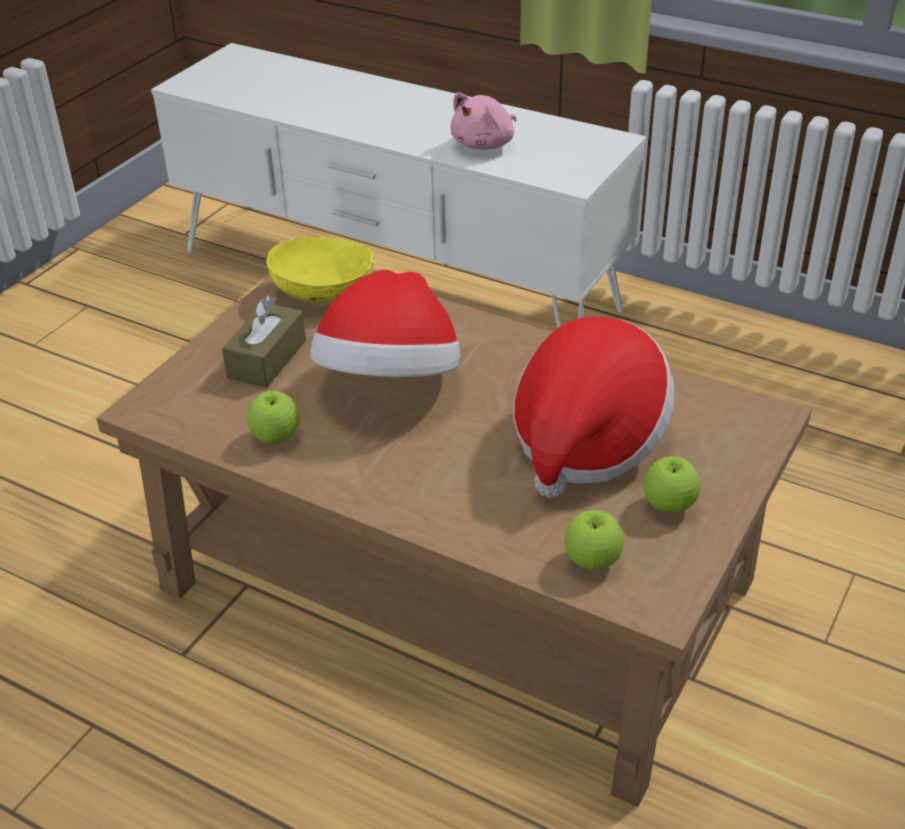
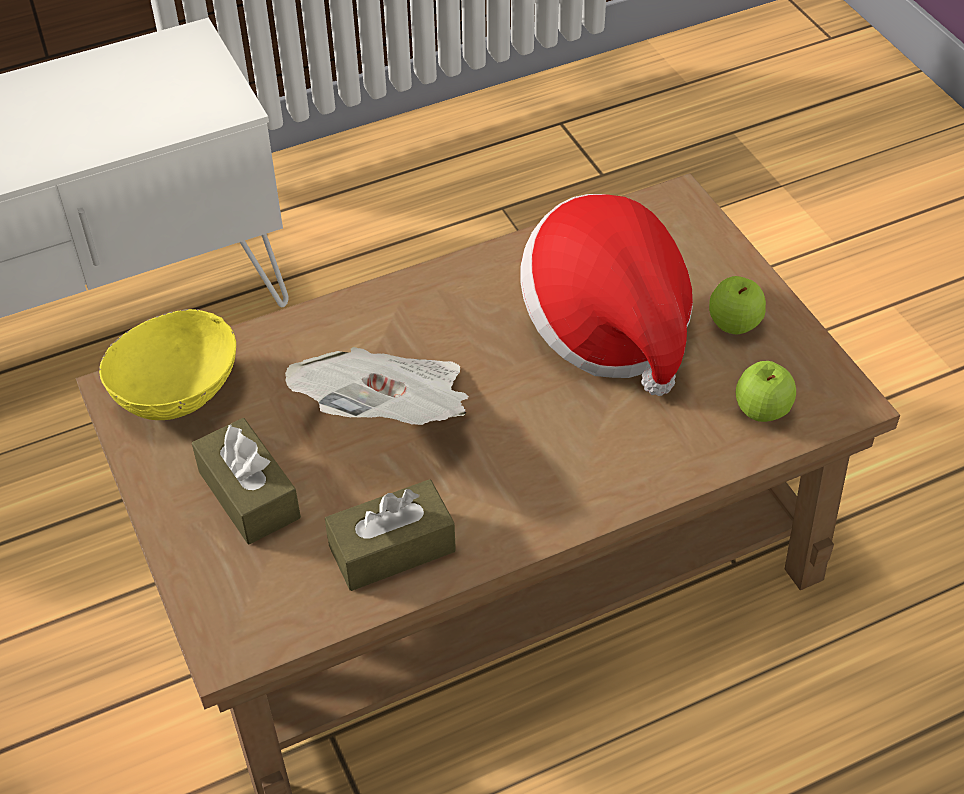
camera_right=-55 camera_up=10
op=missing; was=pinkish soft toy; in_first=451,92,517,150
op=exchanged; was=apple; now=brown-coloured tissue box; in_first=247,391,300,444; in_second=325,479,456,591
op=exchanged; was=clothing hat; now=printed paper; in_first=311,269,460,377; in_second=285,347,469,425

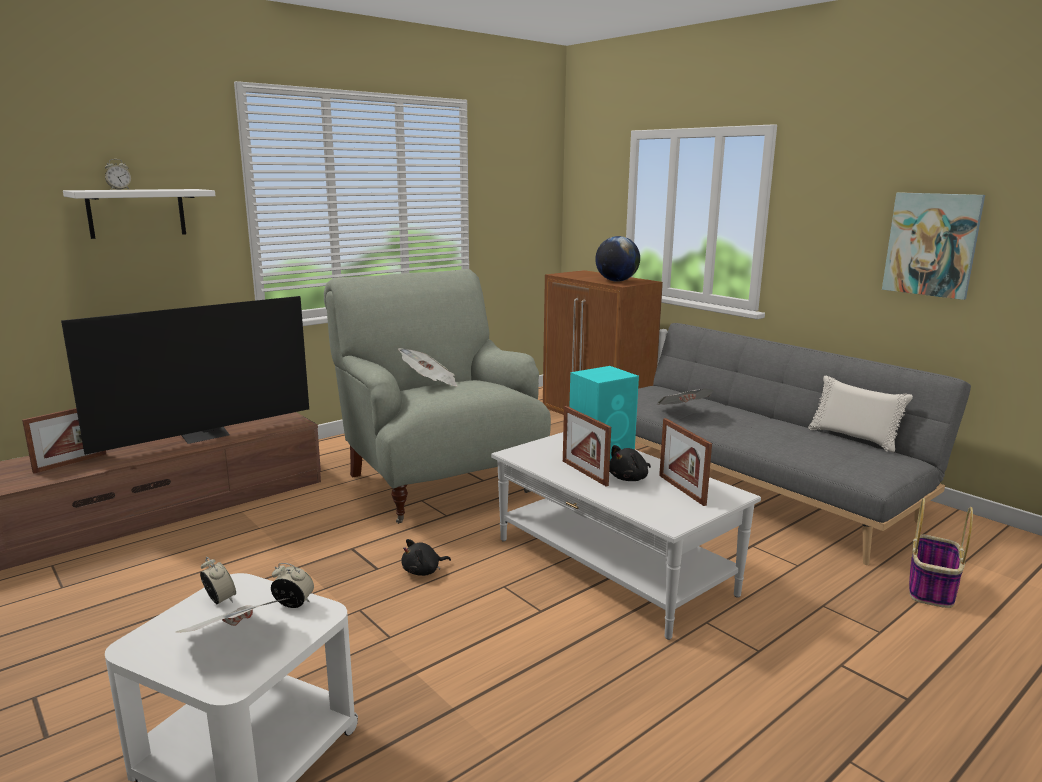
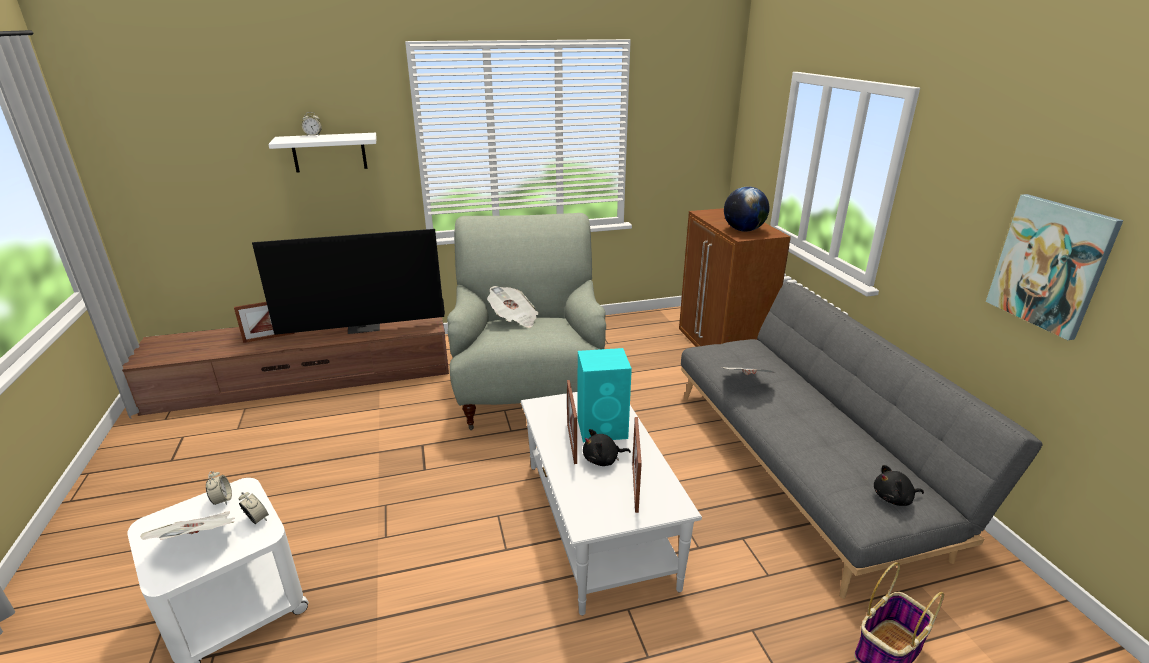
camera_right=25 camera_up=10
op=missing; was=white-coloured pillow; in_first=808,376,913,452
op=relocated; was=black-coloured soft toy; in_first=402,539,451,576; in_second=874,465,924,506

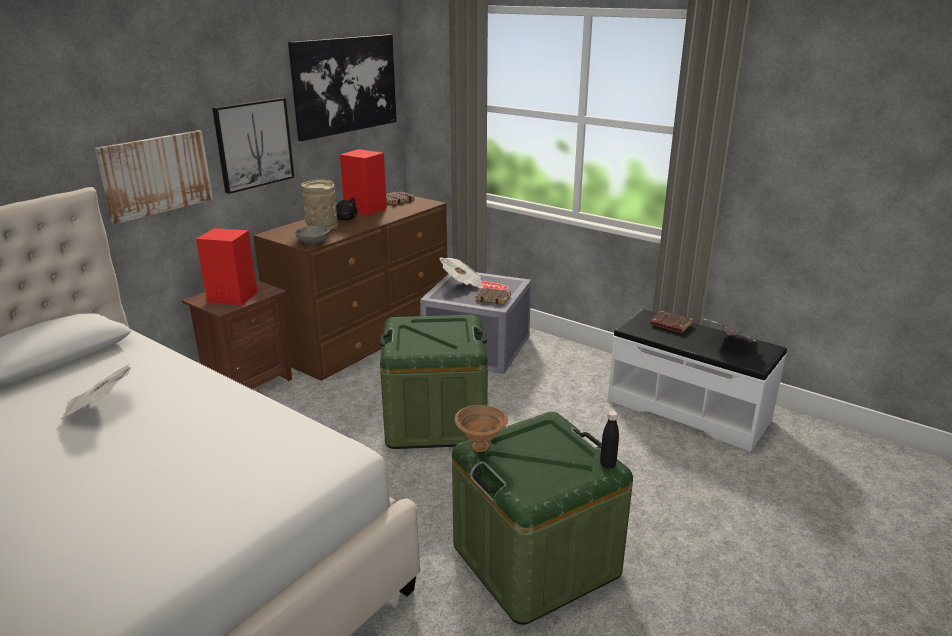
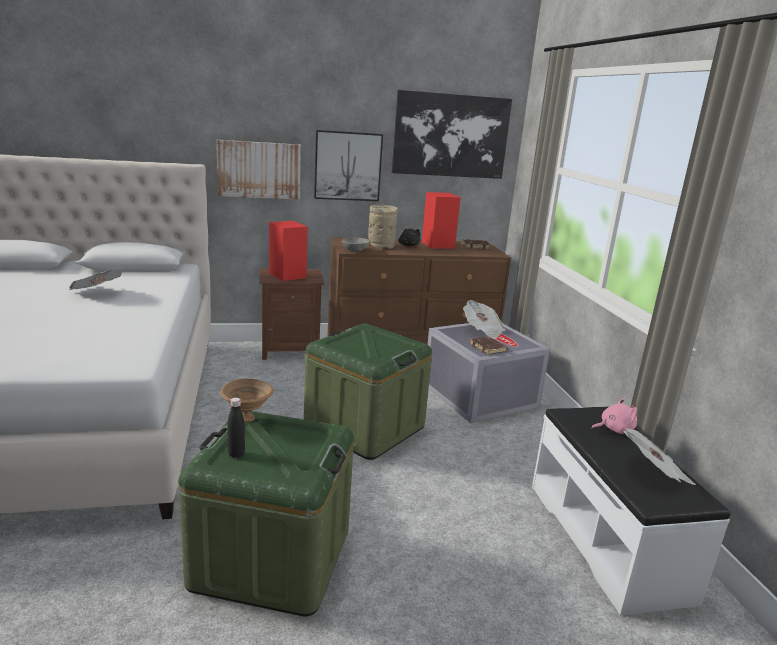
camera_right=40 camera_up=-5
op=relocated; was=black-coloured drink bottle; in_first=600,411,619,469; in_second=227,398,245,458
op=exchanged; was=brown-coloured bound book; now=pinkish soft toy; in_first=650,311,693,333; in_second=591,398,637,434

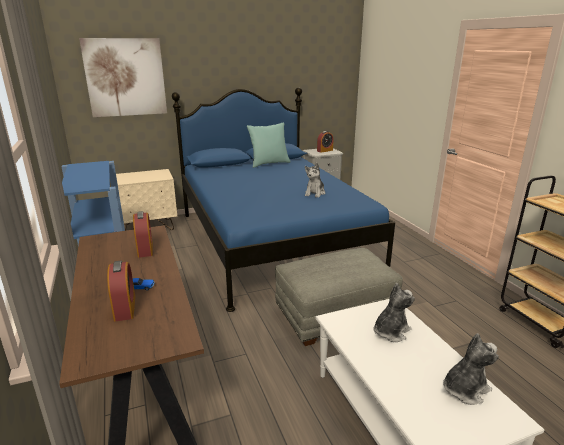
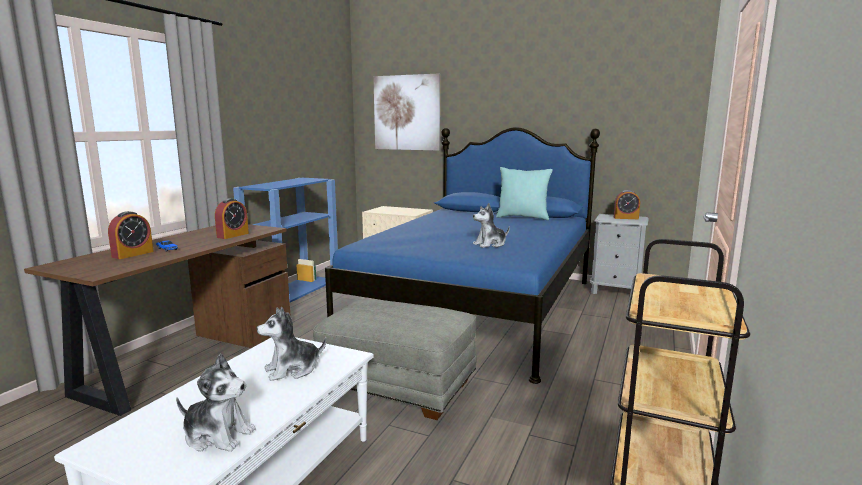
camera_right=45 camera_up=-10
op=spun; was=soft toy; in_first=374,283,415,342; in_second=256,307,327,381; clockwise=150

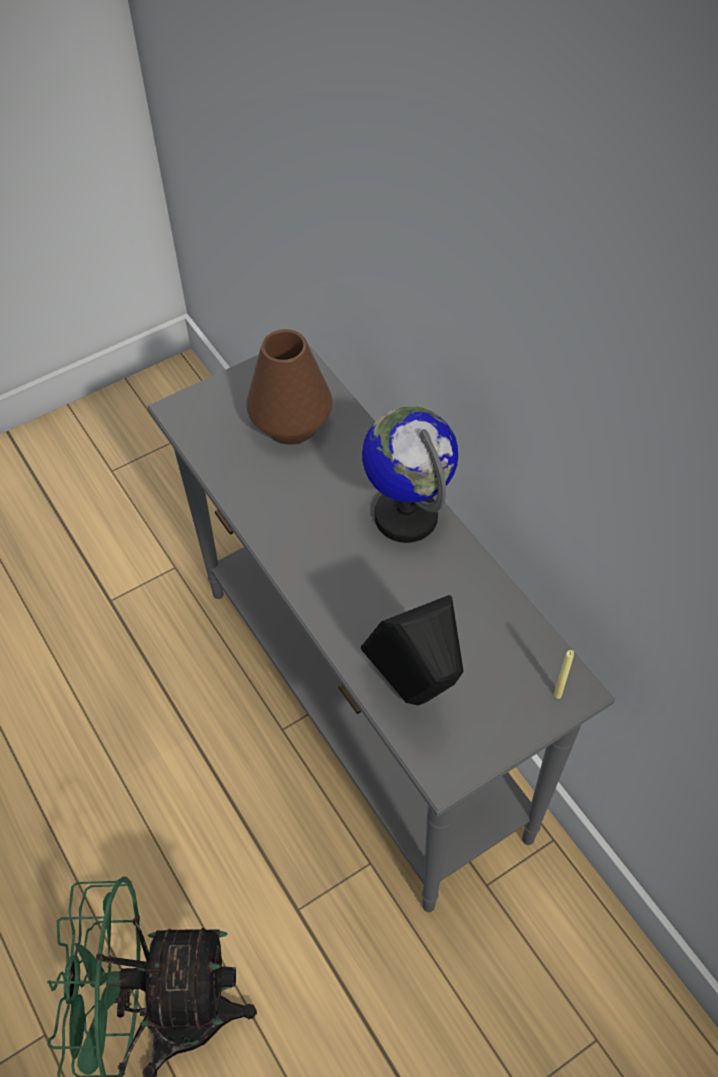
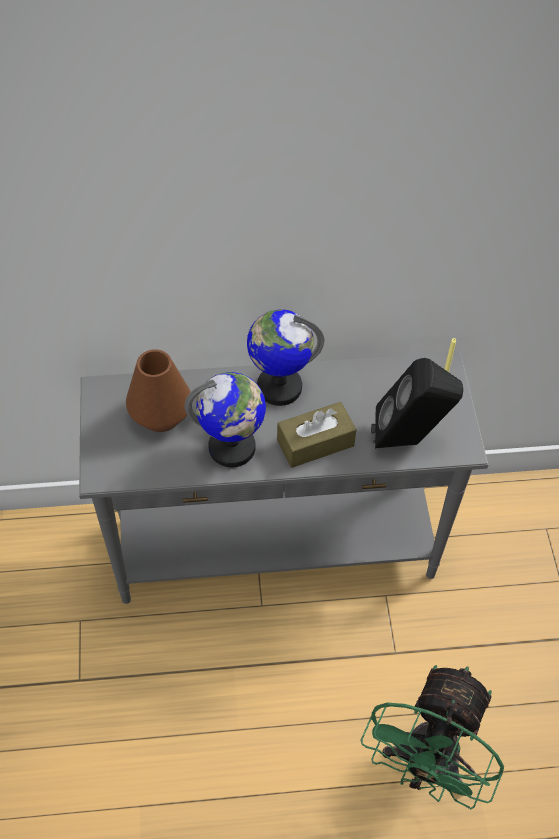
camera_right=-65 camera_up=0
op=appeared; now=desk globe; in_second=185,372,266,467
op=appeared; now=brown-coloured tissue box; in_second=277,402,357,468

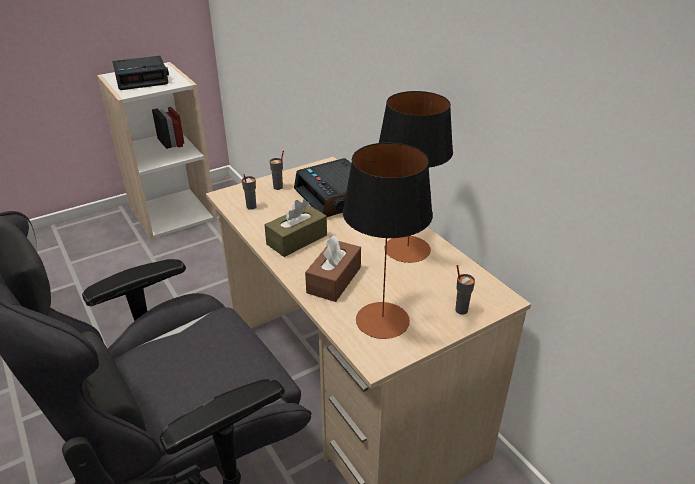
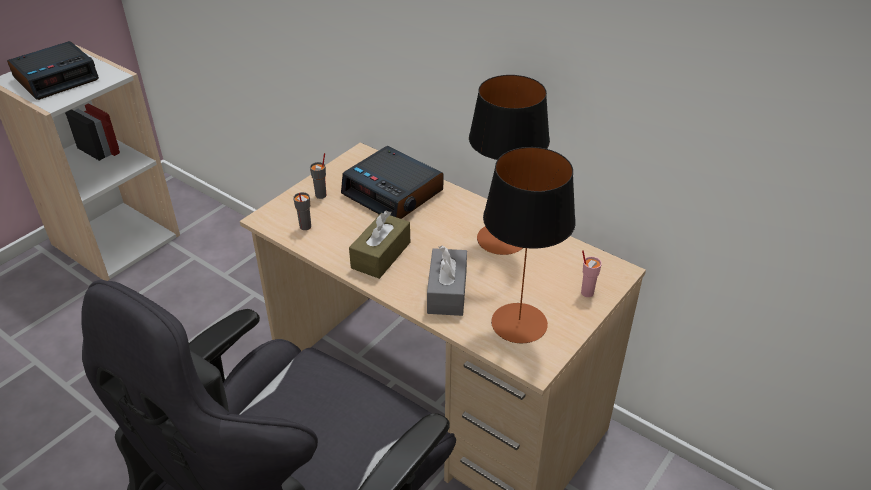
camera_right=-20 camera_up=5
op=colour; was=brown-coloured tissue box; now=grey tissue box; in_first=305,235,361,302; in_second=427,246,467,316
op=colour; was=grey cup; now=pinkish cup; in_first=455,265,475,315; in_second=581,250,602,297

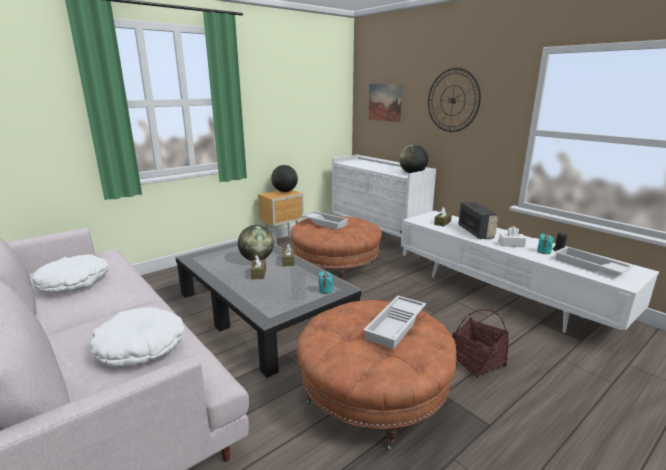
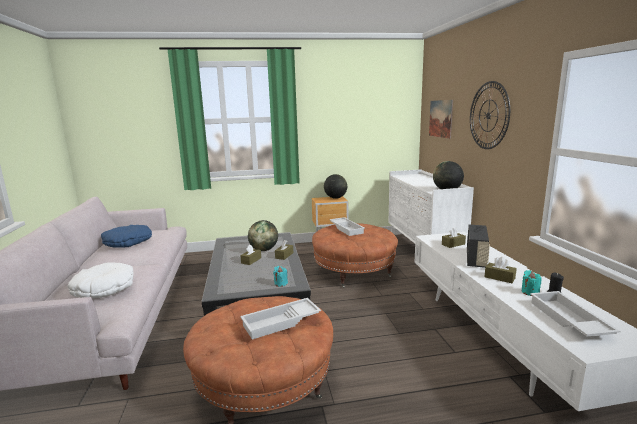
camera_right=30 camera_up=-5
op=missing; was=household basket; in_first=452,309,509,378
op=colour; was=white-coloured pillow; now=bluish pillow; in_first=32,254,109,293; in_second=101,225,152,248
op=colour; was=white-coloured tissue box; now=brown-coloured tissue box; in_first=499,226,526,247; in_second=485,257,517,283

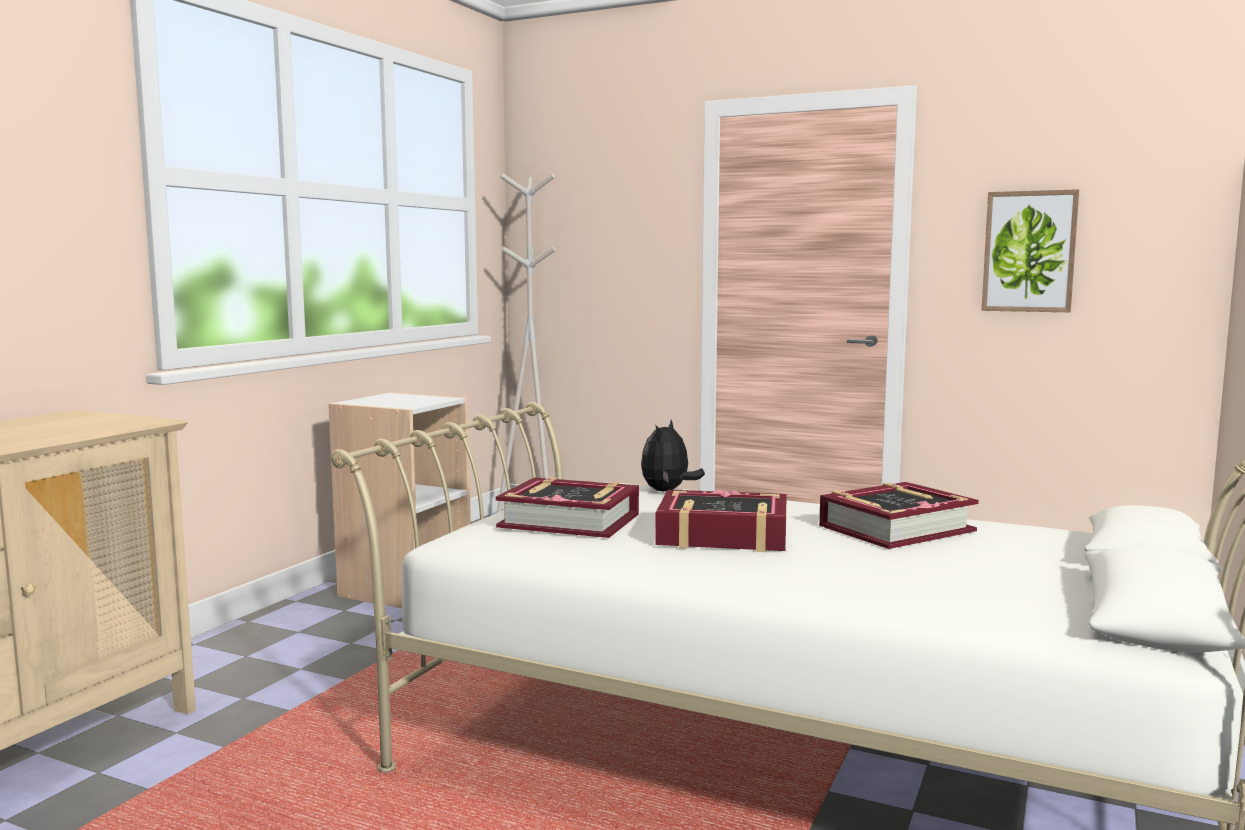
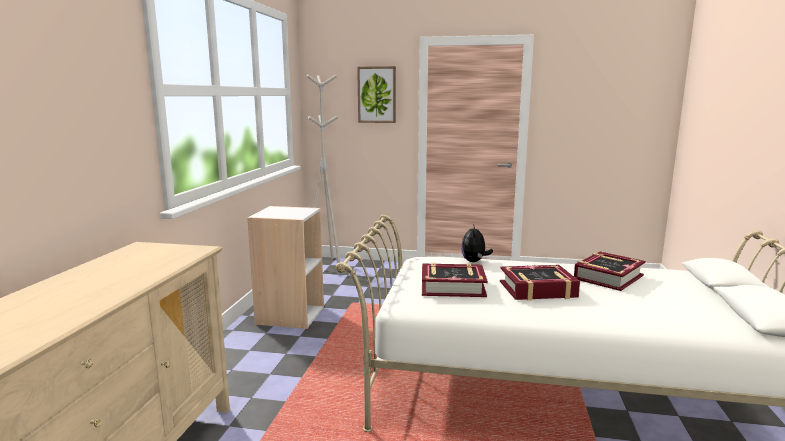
camera_right=-15 camera_up=5
op=relocated; was=picture; in_first=982,189,1079,312; in_second=357,66,396,123

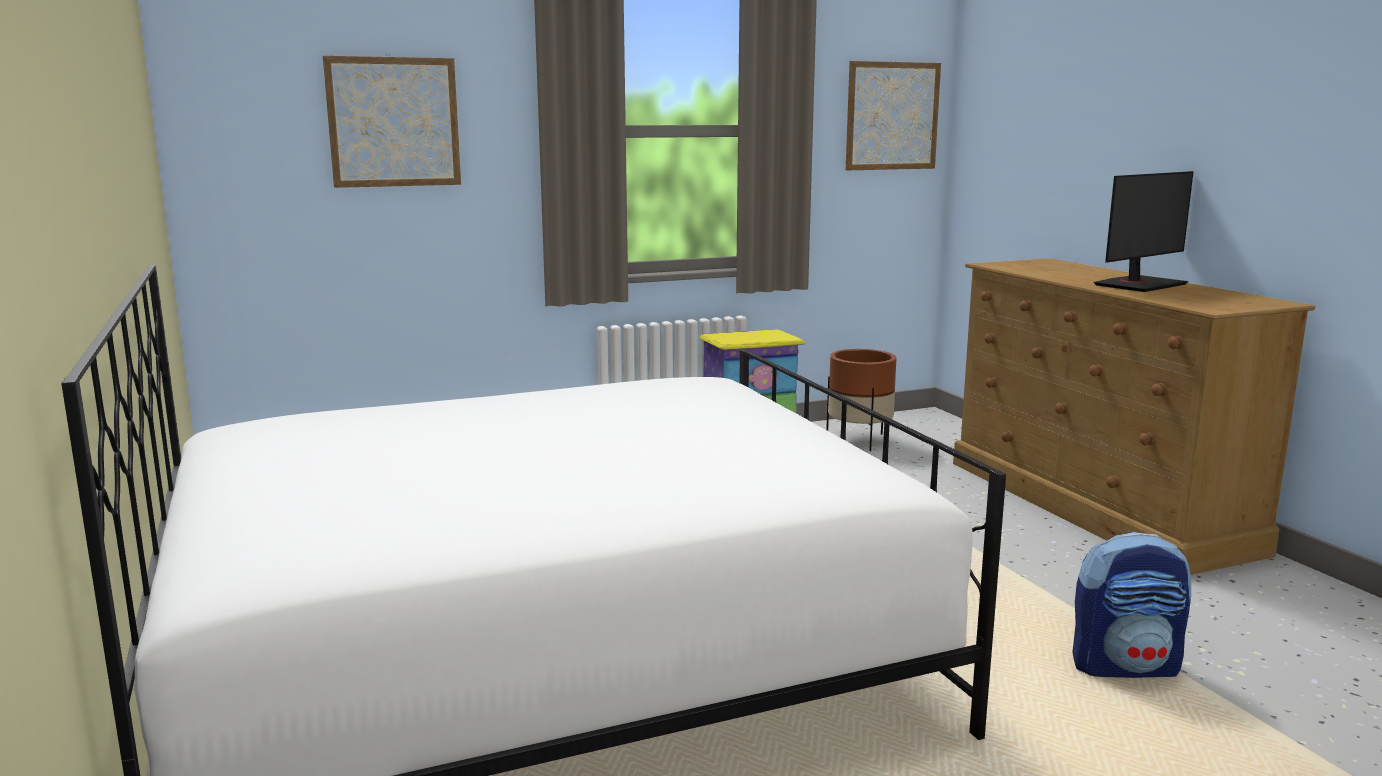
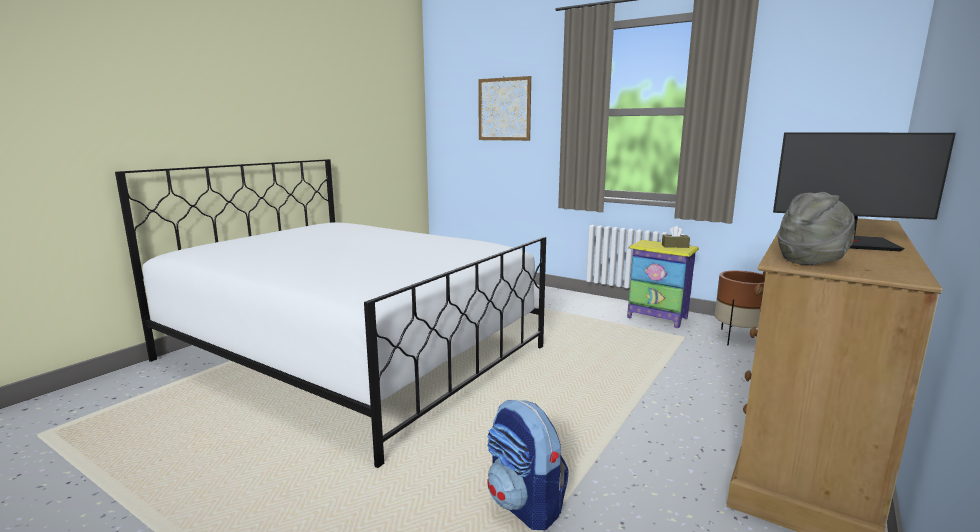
camera_right=55 camera_up=0
op=missing; was=picture; in_first=846,59,941,170
op=appeared; now=brown-coloured tissue box; in_second=662,226,690,248
op=appeared; now=grey clothing hat; in_second=777,192,855,265

